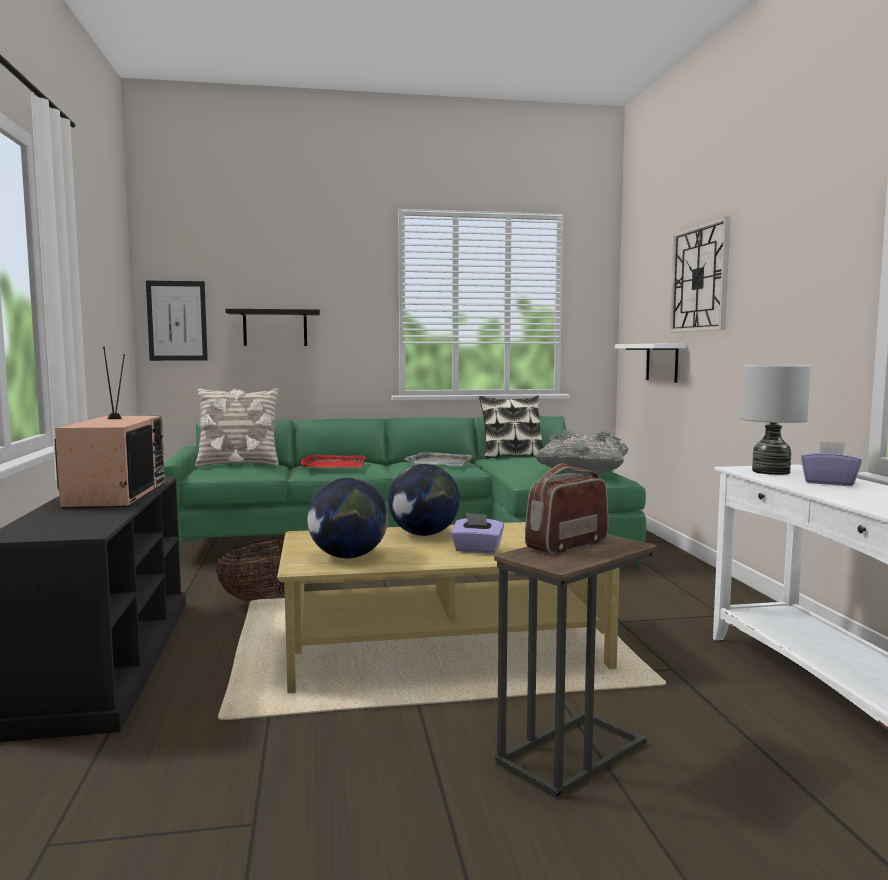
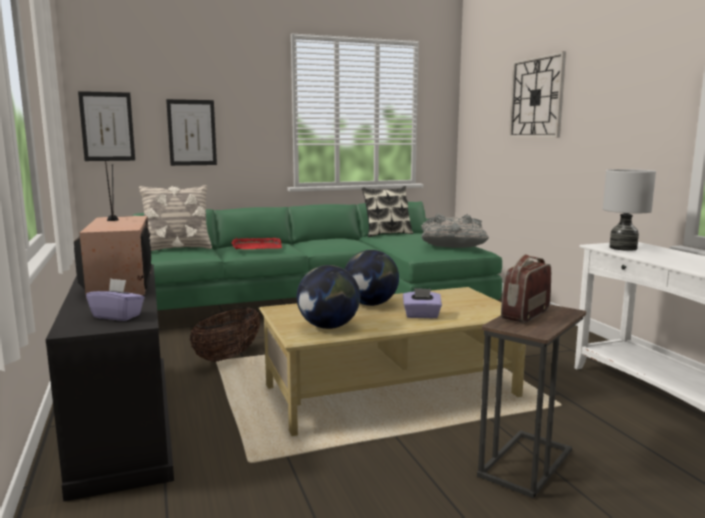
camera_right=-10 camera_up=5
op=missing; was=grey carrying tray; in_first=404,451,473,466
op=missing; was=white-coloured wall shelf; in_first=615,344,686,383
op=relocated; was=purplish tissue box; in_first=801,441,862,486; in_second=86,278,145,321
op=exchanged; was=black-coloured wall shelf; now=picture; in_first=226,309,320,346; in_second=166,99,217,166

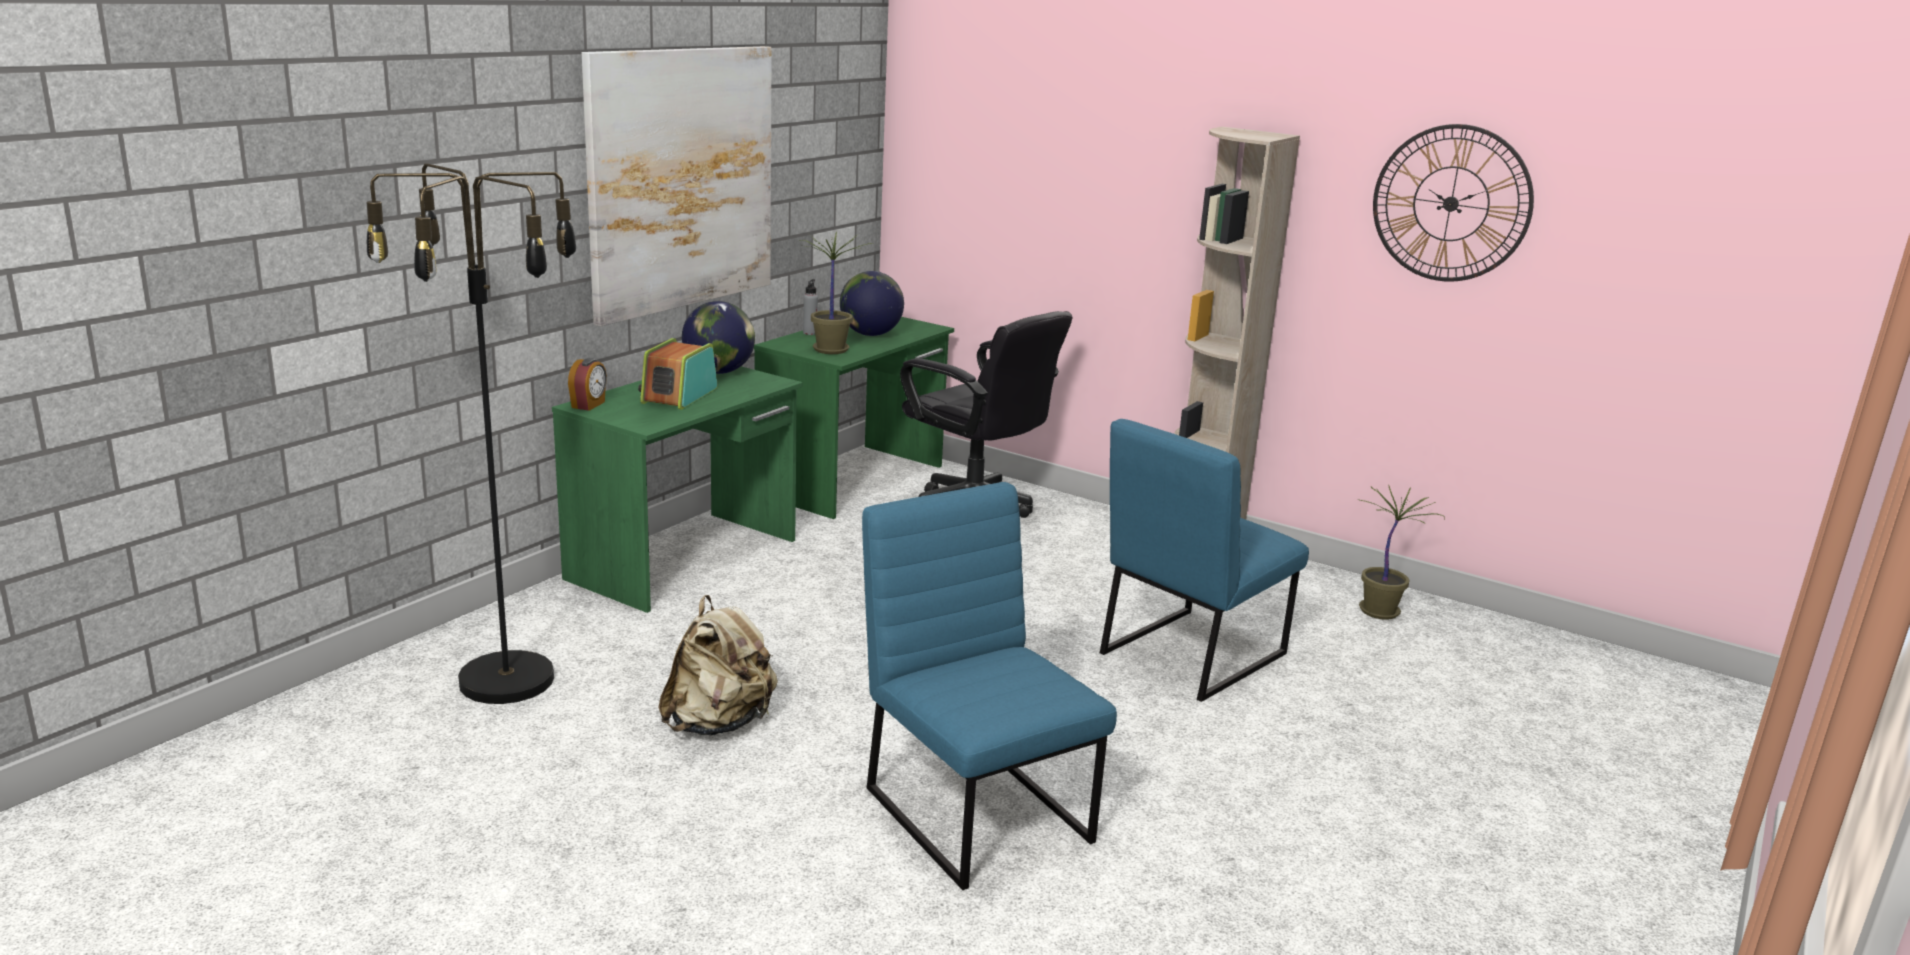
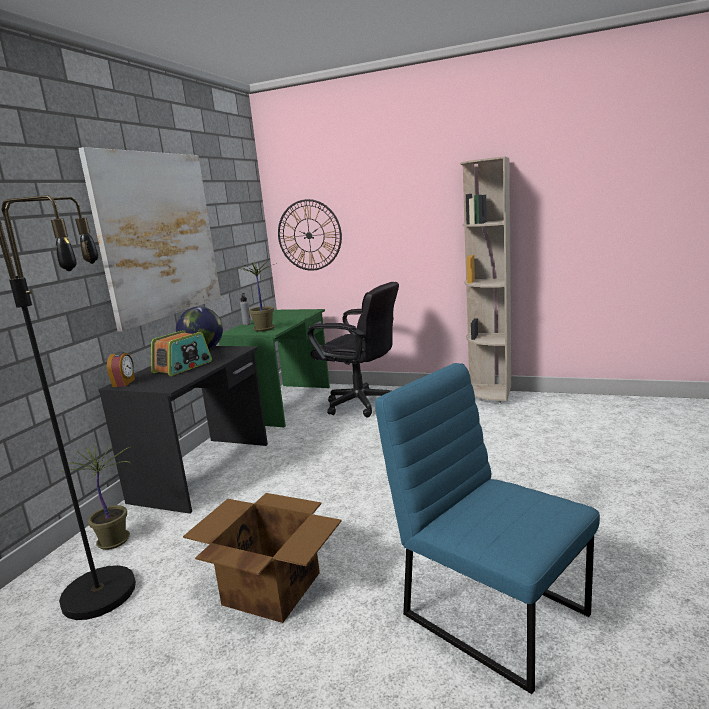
camera_right=-10 camera_up=-5
op=missing; was=desk globe; in_first=840,271,904,336
op=missing; was=bluish plain chair; in_first=1100,419,1309,702
op=relocated; was=houseplant; in_first=1357,486,1445,620; in_second=61,443,131,550
op=relocated; was=clock on the wall; in_first=1373,124,1534,282; in_second=278,199,342,271
op=exchanged; was=beige rucksack; now=packing box; in_first=658,595,778,735; in_second=183,493,341,623
op=colour; was=green desk; now=black-coloured desk; in_first=552,366,803,613; in_second=98,346,268,514
op=spun; was=radio; in_first=638,338,718,409; in_second=151,330,212,376; clockwise=-150

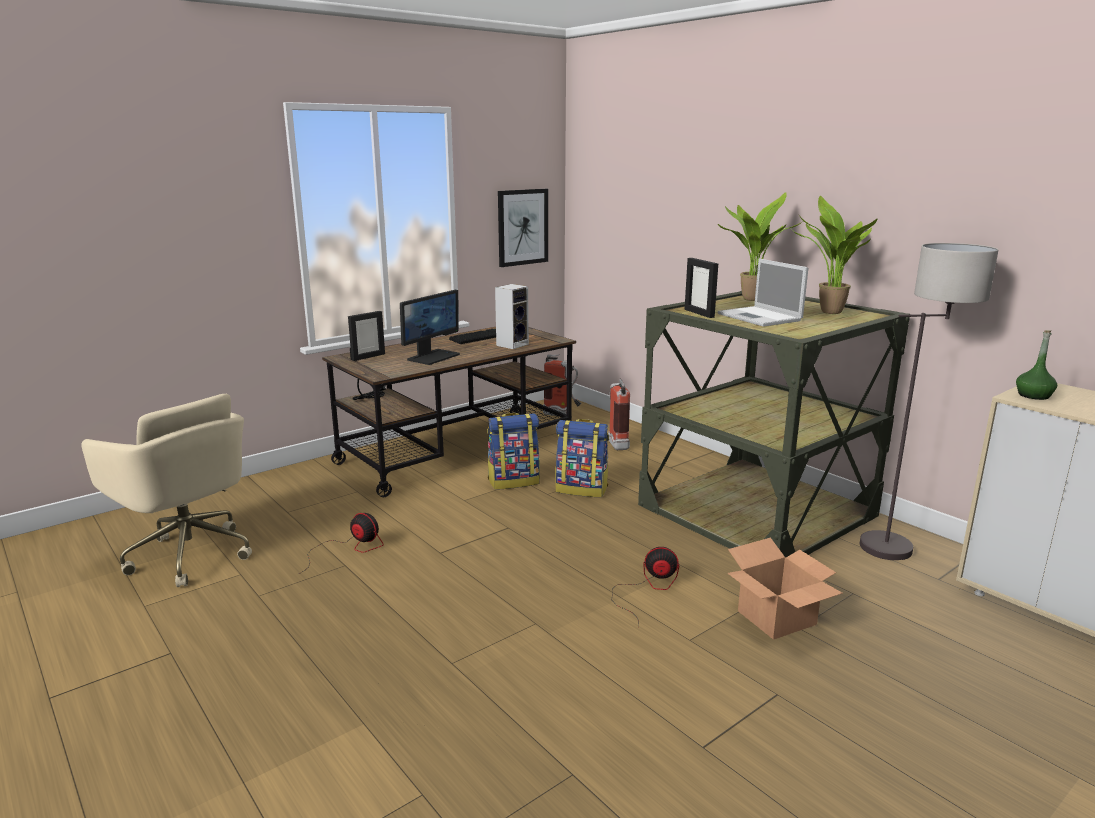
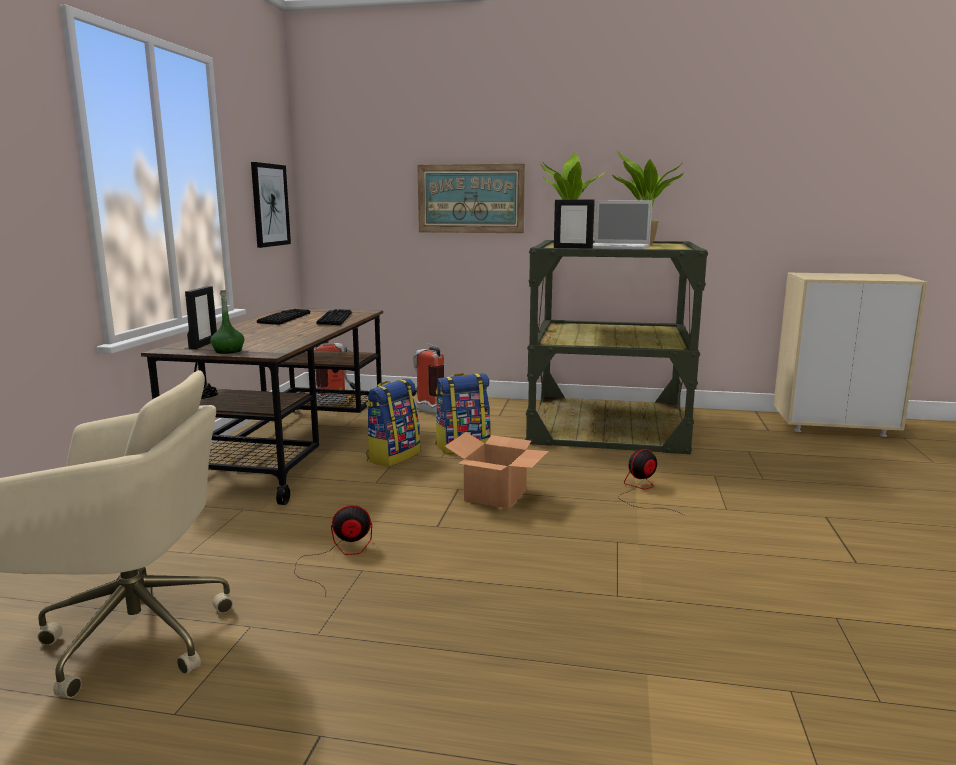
camera_right=-40 camera_up=-5
op=missing; was=computer screen; in_first=400,290,460,365
op=missing; was=grey standing lamp; in_first=860,243,998,560
op=appeared; now=picture; in_second=417,164,525,233
op=relocated; was=packing box; in_first=727,538,843,640; in_second=444,432,549,509
op=relocated; was=green drink bottle; in_first=1016,330,1057,400; in_second=210,290,244,354
op=exchanged; was=loudspeaker; now=PC keyboard; in_first=495,284,529,349; in_second=317,309,352,325

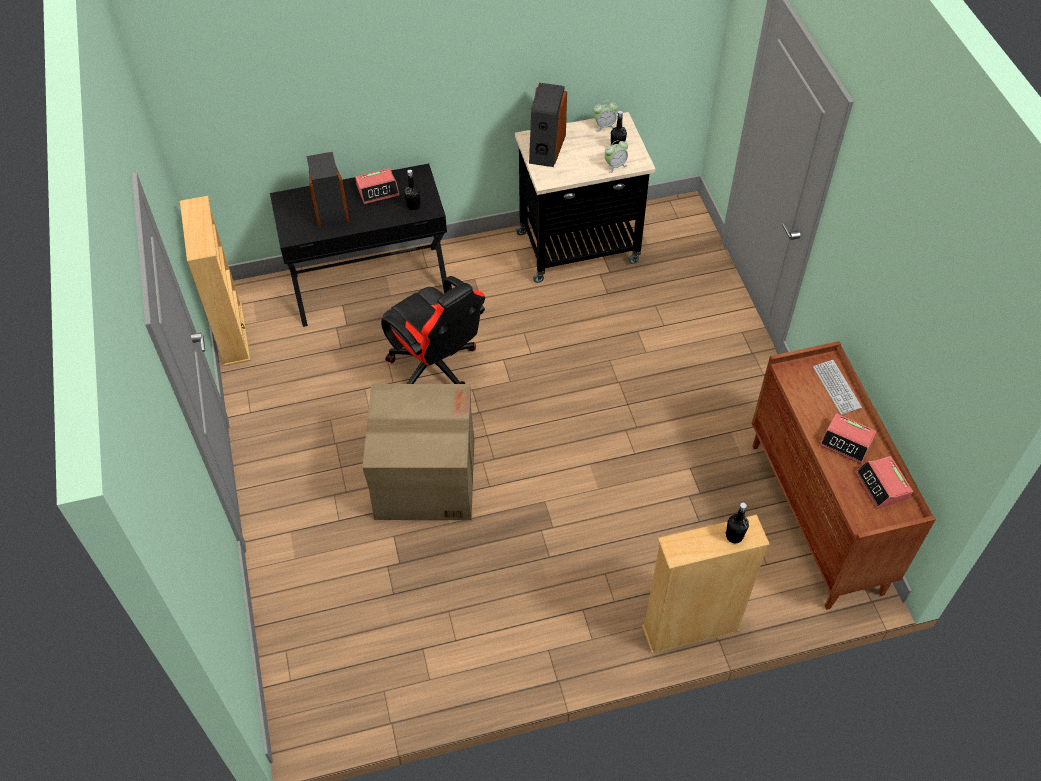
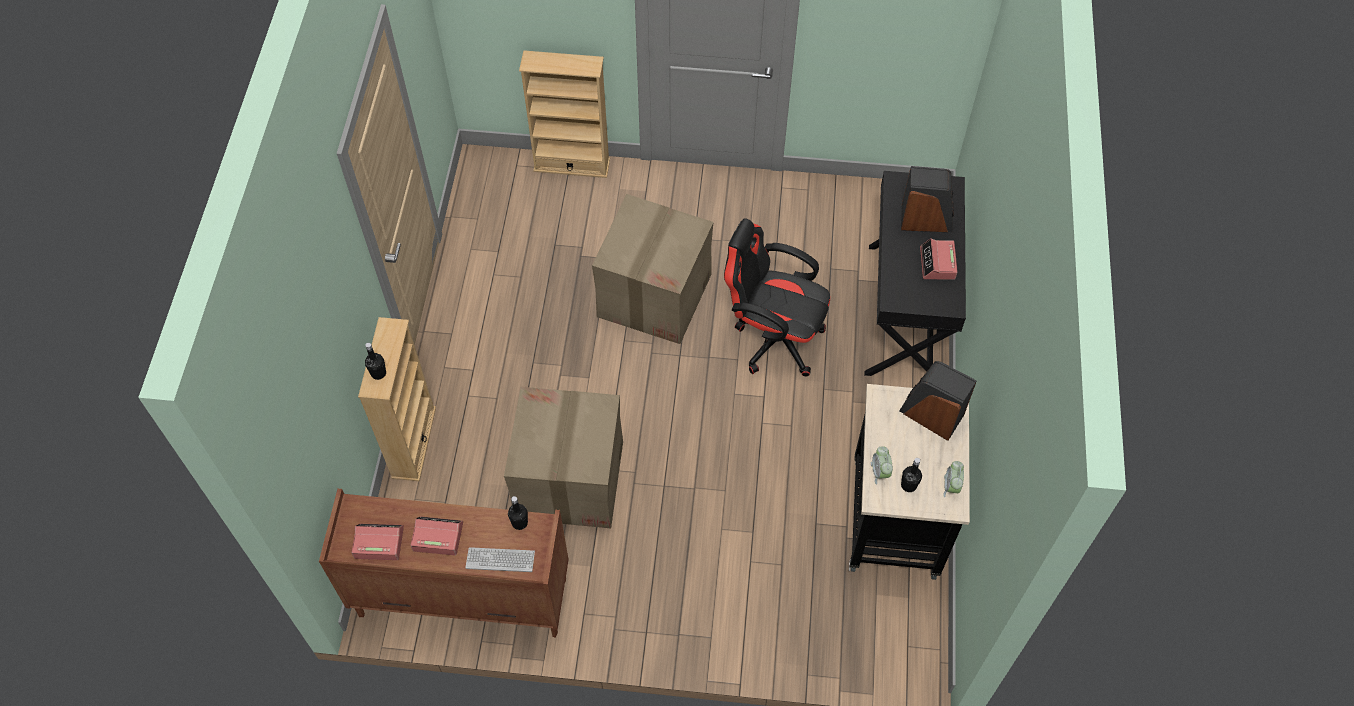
camera_right=110 camera_up=5
op=appeared; now=packing box; in_second=504,387,623,528
op=relocated; was=beige shelving unit; in_first=180,196,251,366; in_second=519,50,610,178
op=relocated; was=black-coloured drink bottle; in_first=404,170,420,210; in_second=508,496,528,530
op=spun; was=black-coloured computer chair; in_first=381,276,485,384; in_second=724,218,830,376; clockwise=45
op=spun; was=table clock; in_first=820,413,877,464; in_second=411,516,463,556; clockwise=45

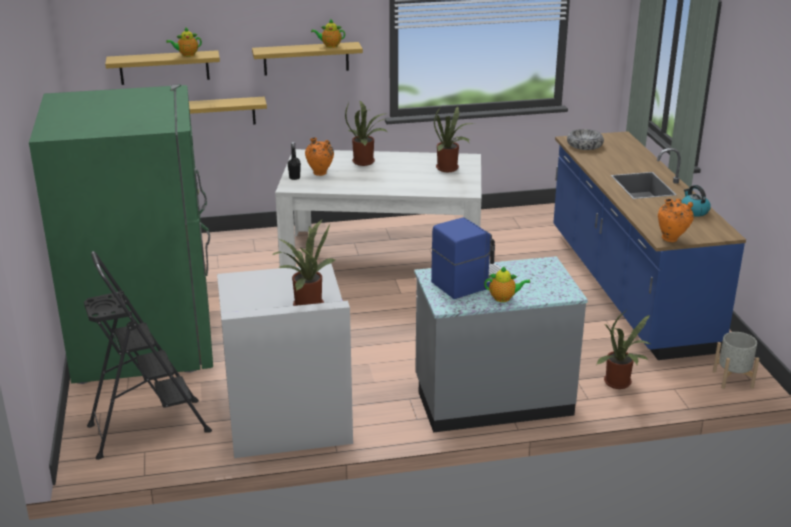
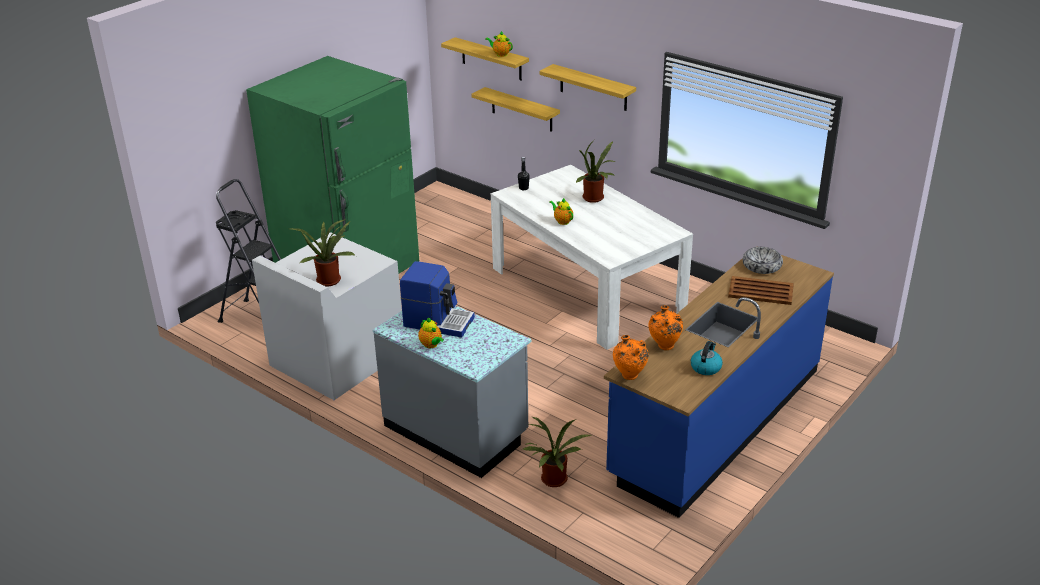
camera_right=50 camera_up=5
op=missing; was=houseplant; in_first=434,105,475,172
op=missing; was=grey flower pot; in_first=713,332,759,389
op=appeared; now=brown-coloured carrying tray; in_second=728,276,794,305
op=relocated; was=orangey vase; in_first=305,138,334,176; in_second=648,305,683,350
op=relocated; was=tea pot; in_first=311,19,345,48; in_second=549,198,573,225

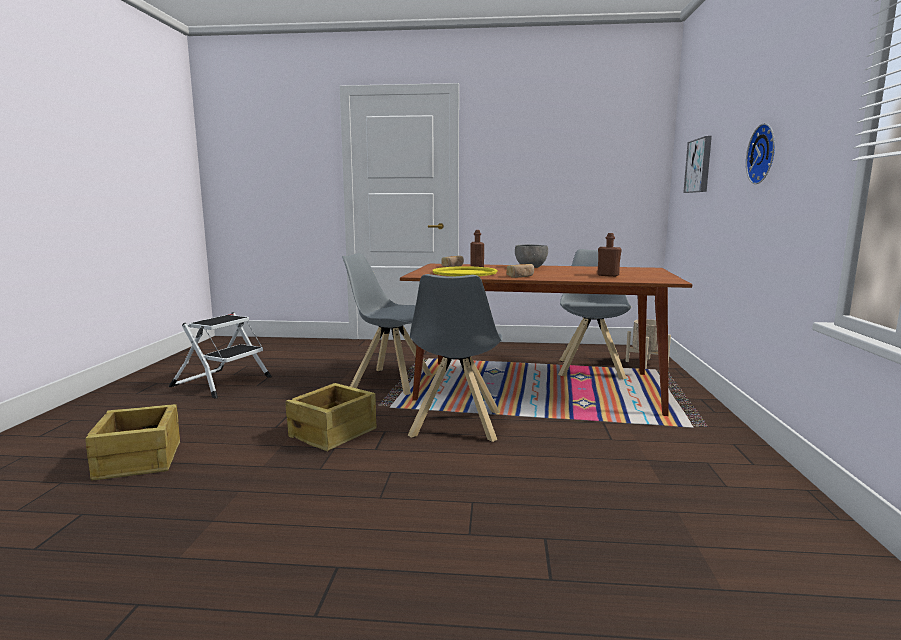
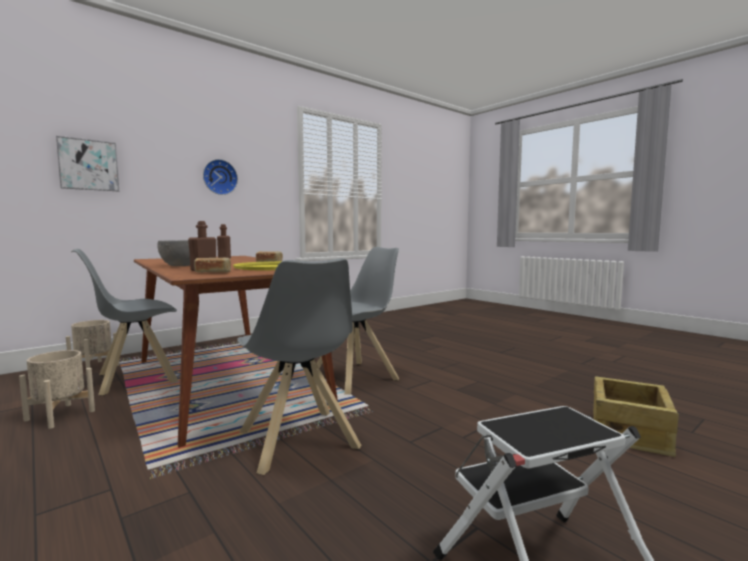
camera_right=-135 camera_up=-5
op=missing; was=packing crate; in_first=285,383,377,452
op=appeared; now=beige flower pot; in_second=19,350,95,429

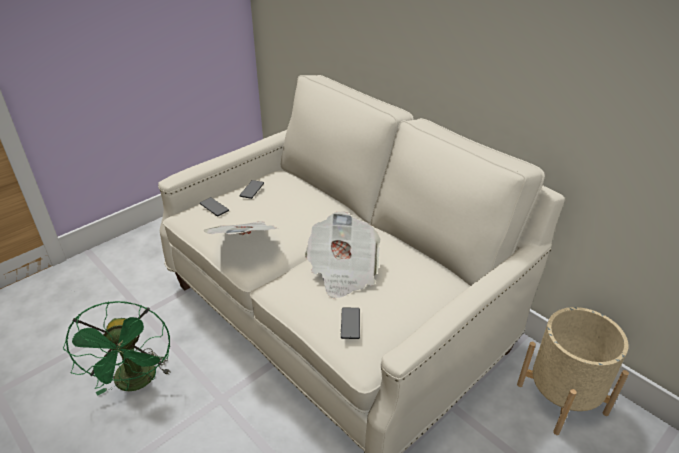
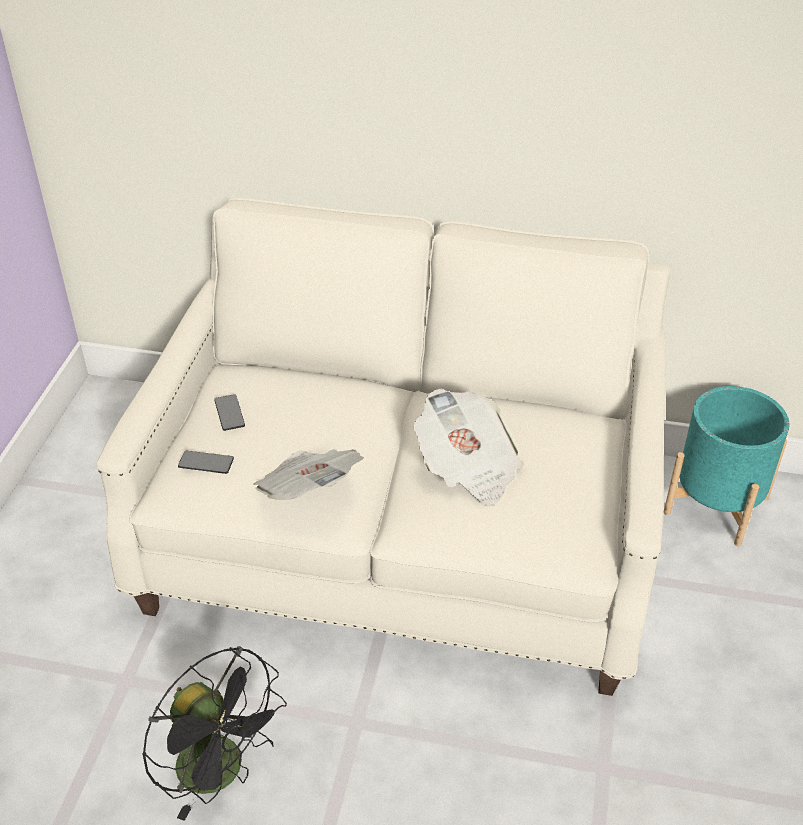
camera_right=-35 camera_up=5
op=missing; was=telephone; in_first=341,307,360,339
op=colour; was=green fan; now=black-coloured fan; in_first=63,301,171,396; in_second=142,646,287,821
op=colour; was=beige flower pot; now=blue-green flower pot; in_first=517,307,629,435; in_second=664,386,789,546

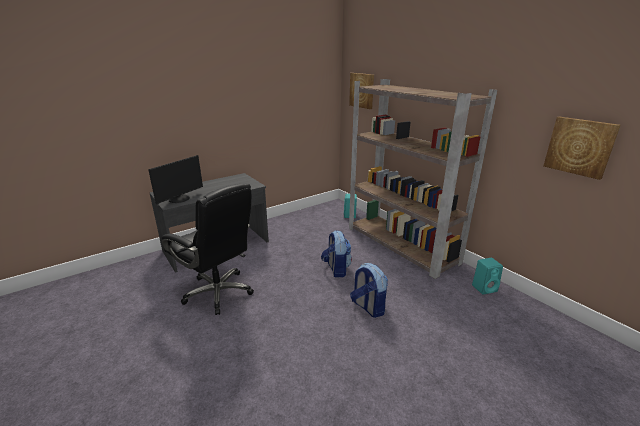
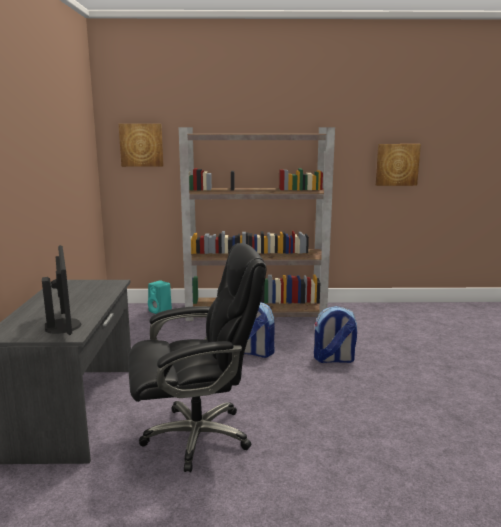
camera_right=-55 camera_up=-10
op=missing; was=blue-green loudspeaker; in_first=472,258,503,295

